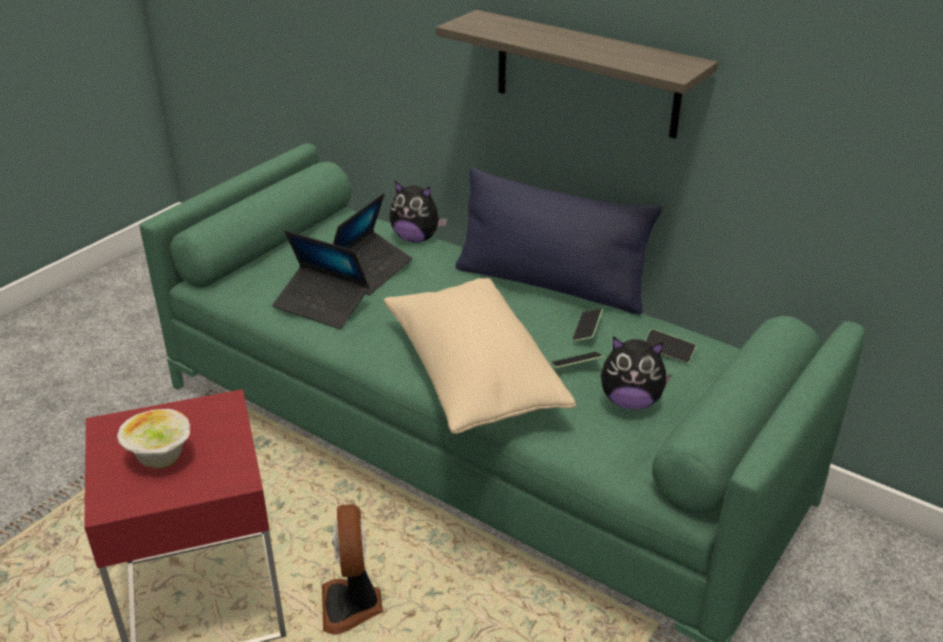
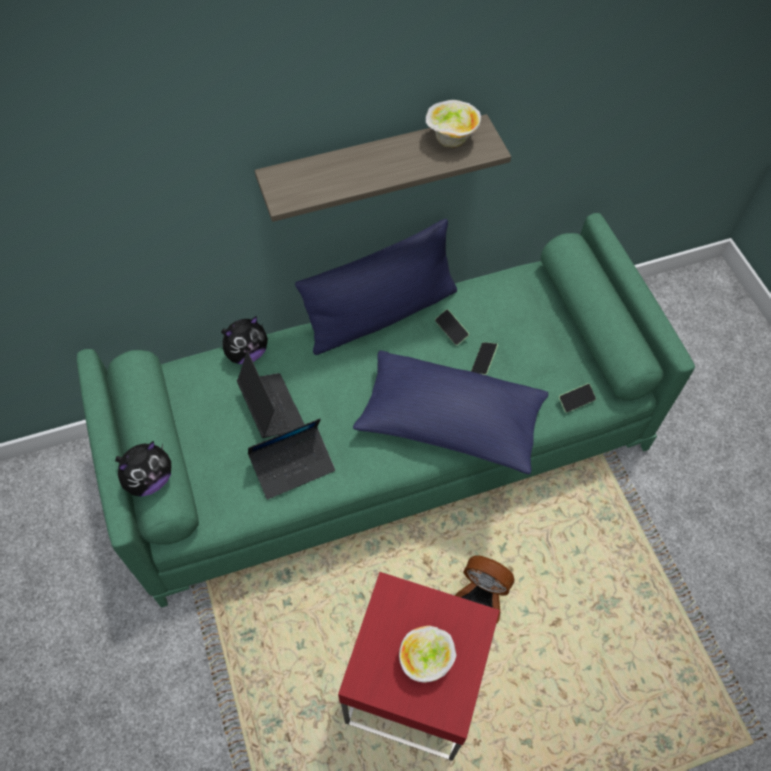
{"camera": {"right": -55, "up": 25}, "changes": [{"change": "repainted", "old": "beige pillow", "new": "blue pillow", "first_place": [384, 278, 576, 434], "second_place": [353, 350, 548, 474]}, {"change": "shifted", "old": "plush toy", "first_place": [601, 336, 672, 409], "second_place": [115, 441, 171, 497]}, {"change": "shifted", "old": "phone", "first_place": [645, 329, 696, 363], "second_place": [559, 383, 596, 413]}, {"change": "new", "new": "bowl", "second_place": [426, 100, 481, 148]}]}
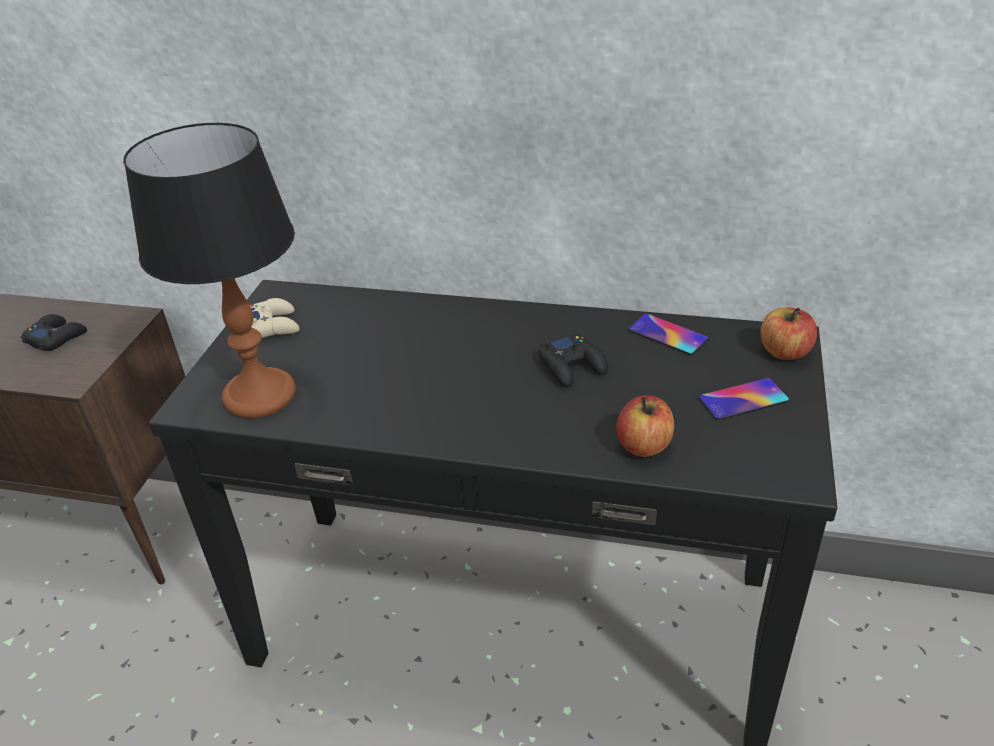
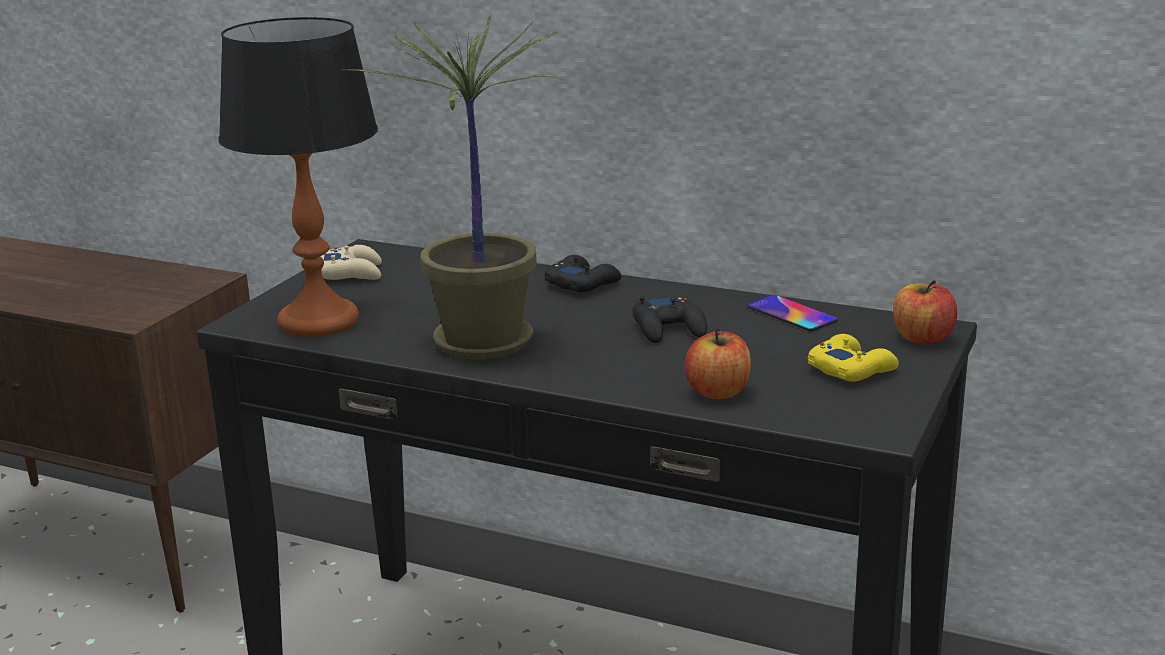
{"camera": {"right": 10, "up": -15}, "changes": [{"change": "shifted", "old": "black game controller", "first_place": [21, 314, 87, 351], "second_place": [544, 255, 621, 292]}, {"change": "swapped", "old": "phone", "new": "yellow game controller", "first_place": [698, 378, 789, 420], "second_place": [808, 334, 899, 382]}, {"change": "new", "new": "potted plant", "second_place": [344, 15, 568, 360]}]}
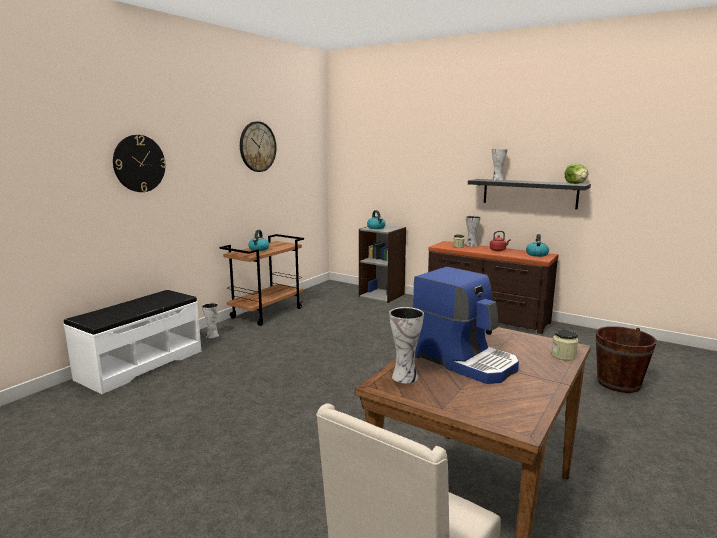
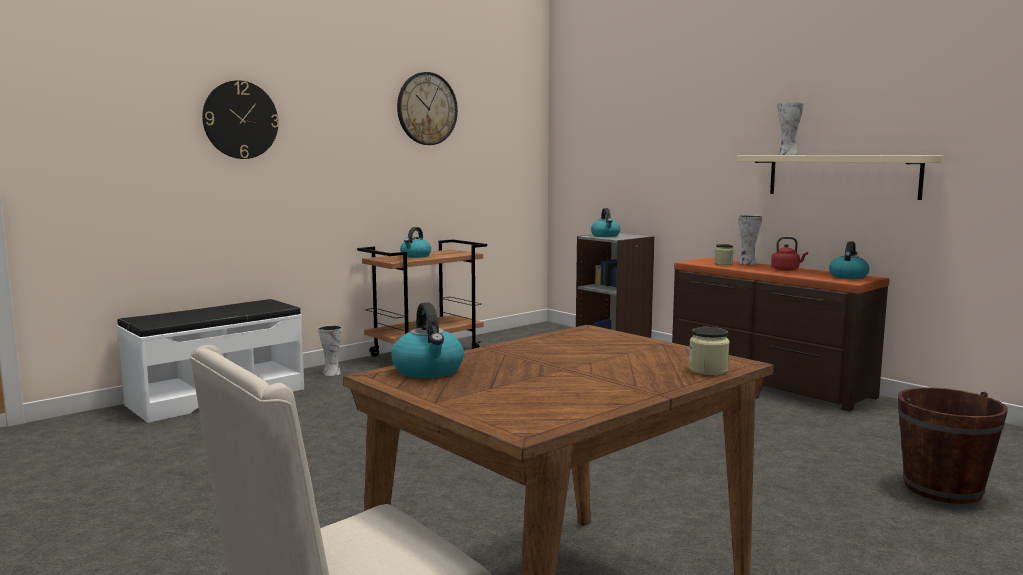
{"camera": {"right": 15, "up": -5}, "changes": [{"change": "swapped", "old": "vase", "new": "kettle", "first_place": [389, 307, 424, 383], "second_place": [391, 302, 464, 378]}, {"change": "gone", "old": "coffee machine", "first_place": [413, 267, 519, 384]}, {"change": "repainted", "old": "black shelf", "new": "beige shelf", "first_place": [468, 179, 591, 209], "second_place": [737, 155, 943, 200]}, {"change": "gone", "old": "lettuce", "first_place": [565, 164, 588, 184]}]}
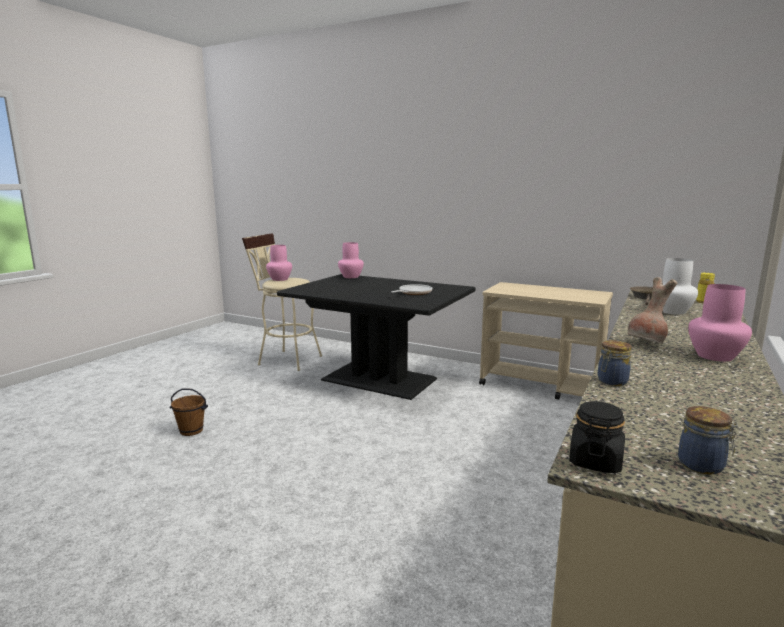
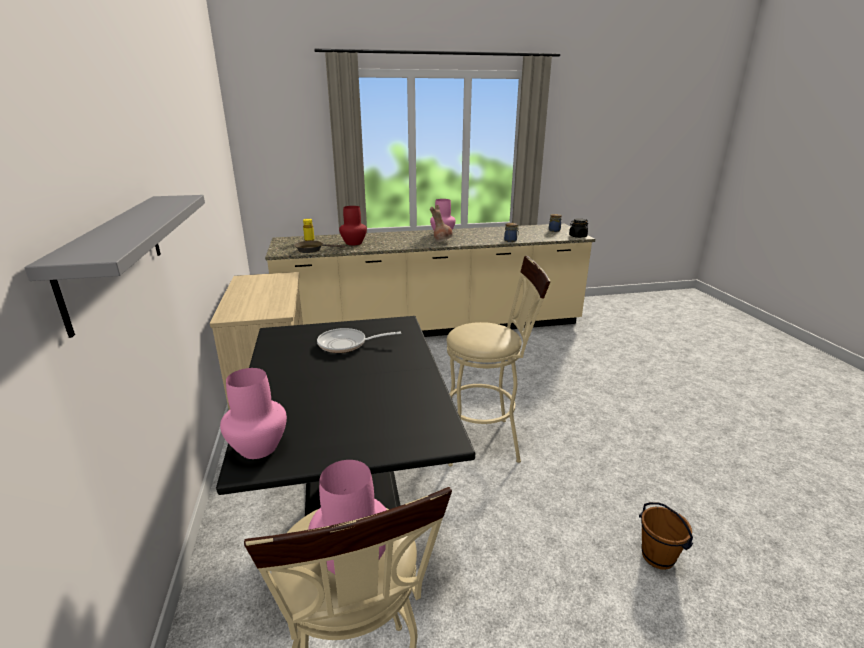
{"camera": {"right": -130, "up": 10}, "changes": [{"change": "repainted", "old": "white vase", "new": "red vase", "first_place": [662, 258, 698, 315], "second_place": [339, 206, 367, 245]}, {"change": "new", "new": "grey shelf", "second_place": [24, 195, 205, 338]}, {"change": "new", "new": "beige stool", "second_place": [447, 256, 551, 467]}]}
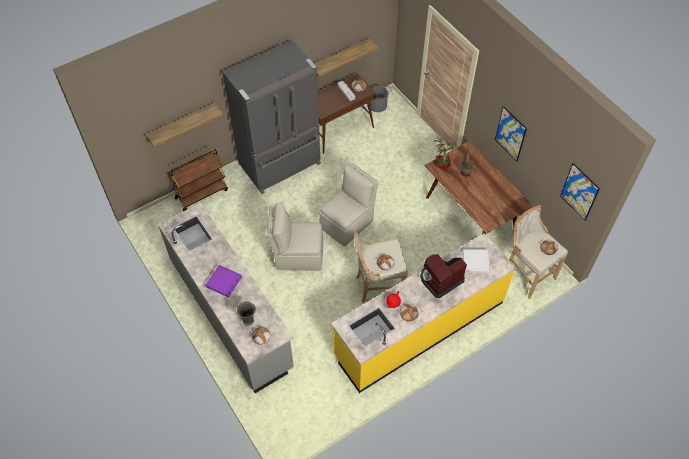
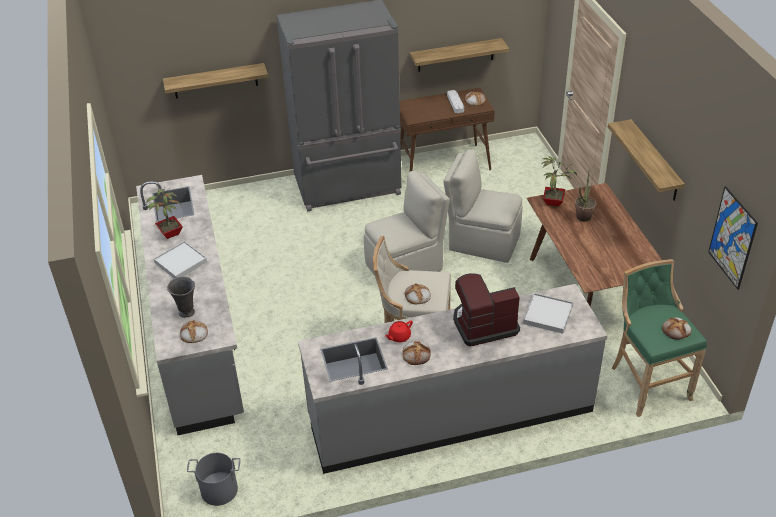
{"camera": {"right": 20, "up": -15}, "changes": [{"change": "gone", "old": "brown cart", "first_place": [169, 149, 228, 211]}, {"change": "repainted", "old": "purple tray", "new": "white tray", "first_place": [205, 265, 242, 297], "second_place": [154, 241, 207, 278]}, {"change": "shifted", "old": "beige chair", "first_place": [267, 203, 323, 271], "second_place": [443, 150, 523, 263]}, {"change": "repainted", "old": "yellow counter", "new": "grey counter", "first_place": [331, 233, 516, 393], "second_place": [298, 284, 608, 474]}, {"change": "shifted", "old": "grey bucket", "first_place": [370, 86, 392, 112], "second_place": [187, 453, 240, 506]}, {"change": "swapped", "old": "picture", "new": "shelf", "first_place": [495, 106, 527, 161], "second_place": [608, 119, 685, 201]}, {"change": "repainted", "old": "beige stool", "new": "green stool", "first_place": [509, 205, 568, 300], "second_place": [611, 259, 707, 417]}, {"change": "new", "new": "potted plant", "second_place": [146, 185, 183, 239]}]}
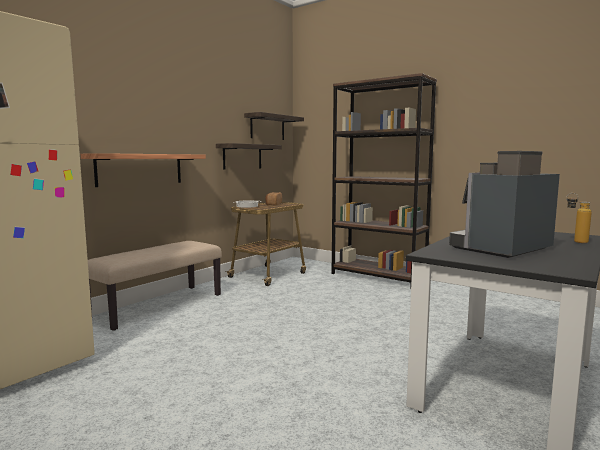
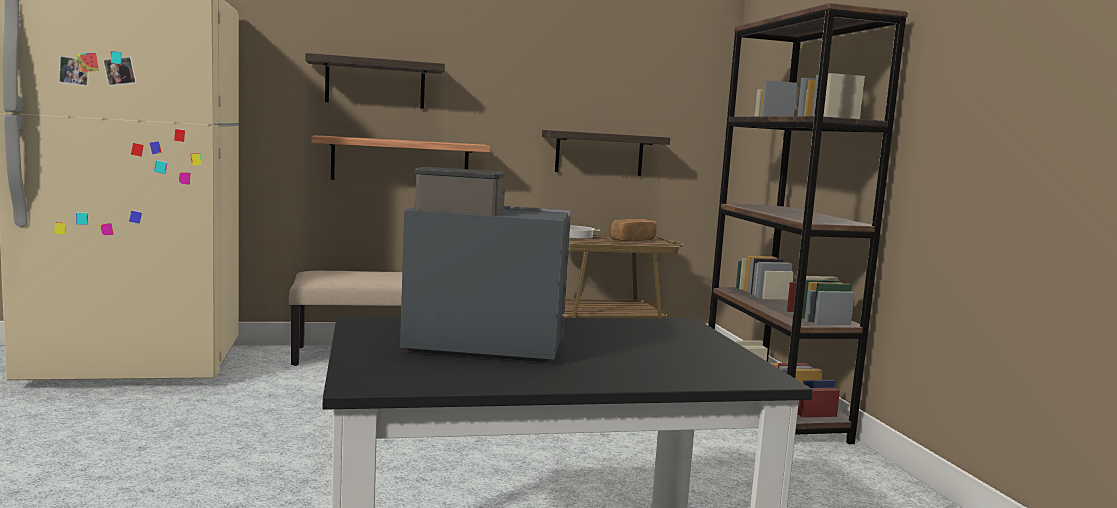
{"camera": {"right": 40, "up": 0}, "changes": [{"change": "shifted", "old": "shelf", "first_place": [244, 112, 304, 140], "second_place": [305, 53, 445, 109]}, {"change": "gone", "old": "bottle", "first_place": [566, 193, 592, 243]}]}
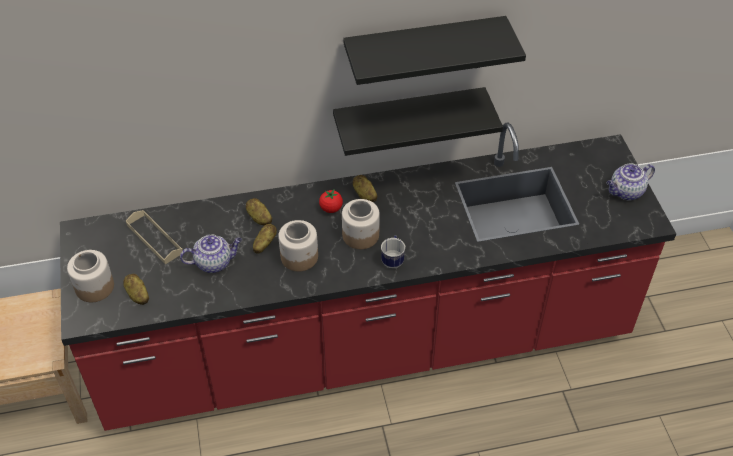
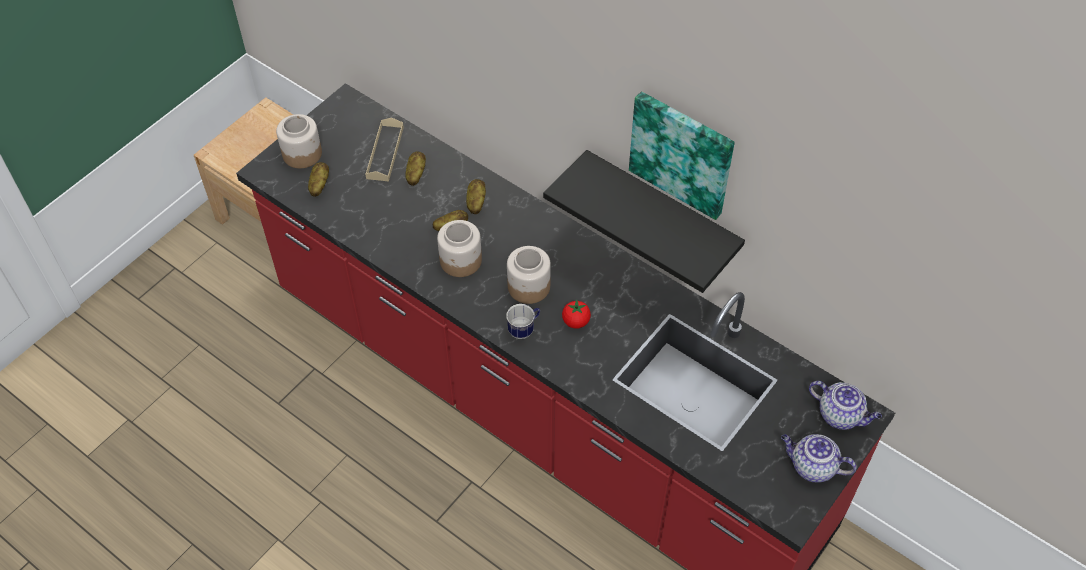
{"camera": {"right": 50, "up": 5}, "changes": [{"change": "shifted", "old": "teapot", "first_place": [180, 235, 242, 273], "second_place": [809, 381, 882, 430]}, {"change": "shifted", "old": "tomato", "first_place": [319, 189, 343, 213], "second_place": [562, 300, 591, 329]}, {"change": "swapped", "old": "black shelf", "new": "picture", "first_place": [343, 16, 526, 85], "second_place": [629, 91, 735, 220]}, {"change": "shifted", "old": "potato", "first_place": [353, 175, 377, 202], "second_place": [405, 151, 426, 186]}]}
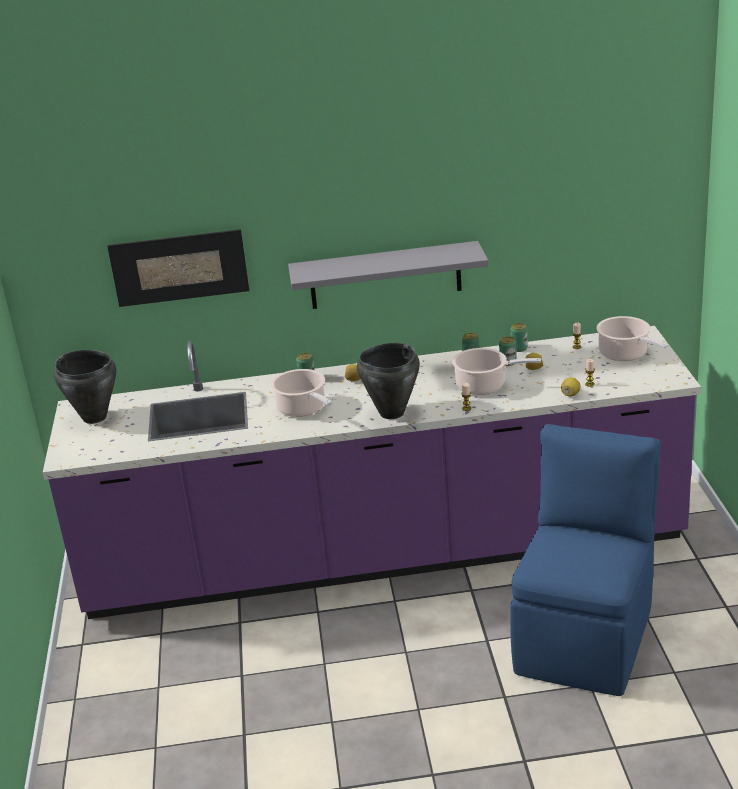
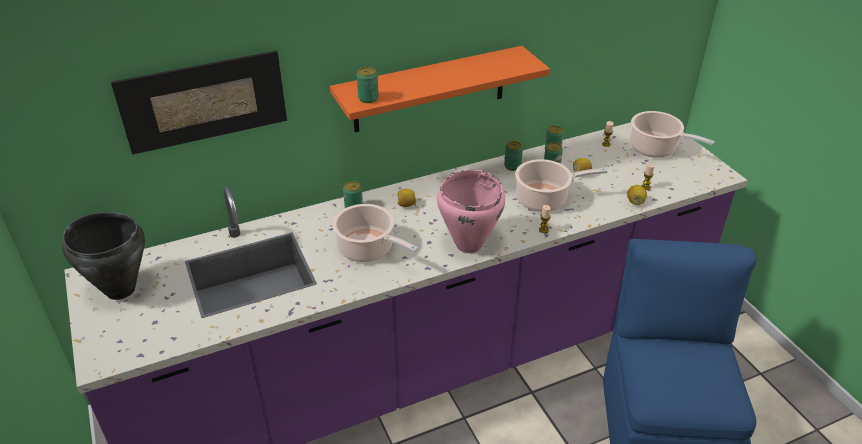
{"camera": {"right": -20, "up": 10}, "changes": [{"change": "repainted", "old": "grey shelf", "new": "orange shelf", "first_place": [288, 241, 489, 309], "second_place": [330, 46, 550, 132]}, {"change": "repainted", "old": "black cooking pot", "new": "pink cooking pot", "first_place": [357, 343, 420, 419], "second_place": [437, 170, 505, 253]}, {"change": "new", "new": "can", "second_place": [357, 67, 379, 103]}]}
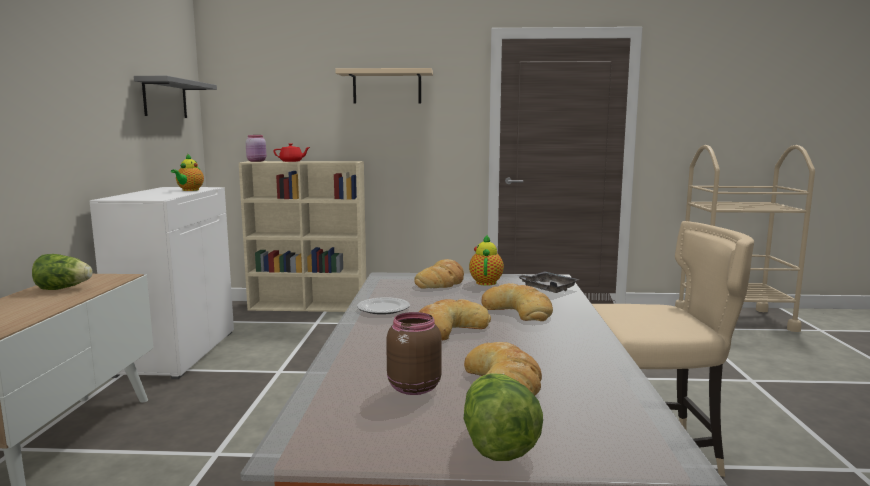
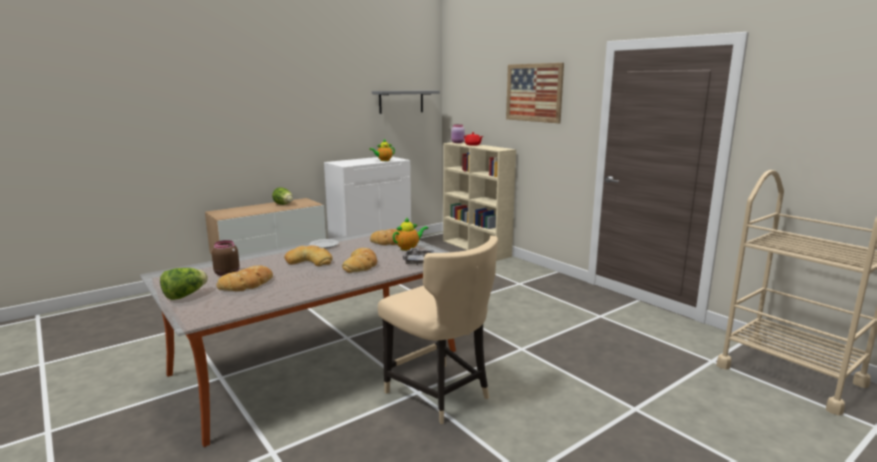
{"camera": {"right": 50, "up": 5}, "changes": [{"change": "swapped", "old": "beige shelf", "new": "picture", "first_place": [335, 68, 433, 104], "second_place": [506, 63, 564, 123]}]}
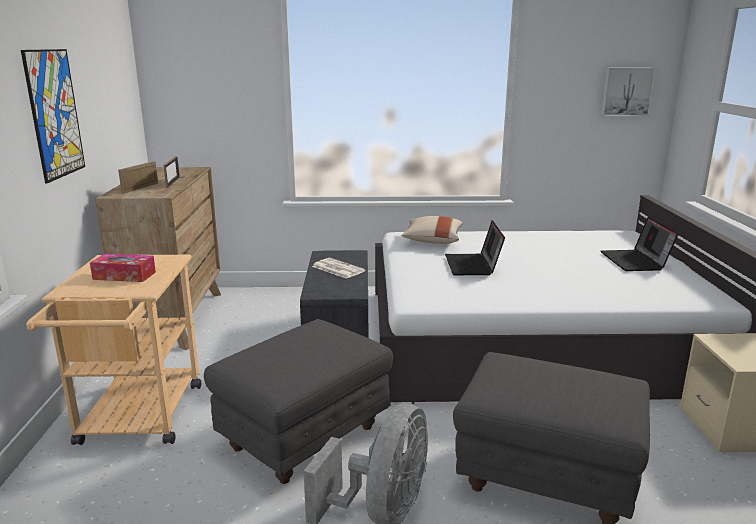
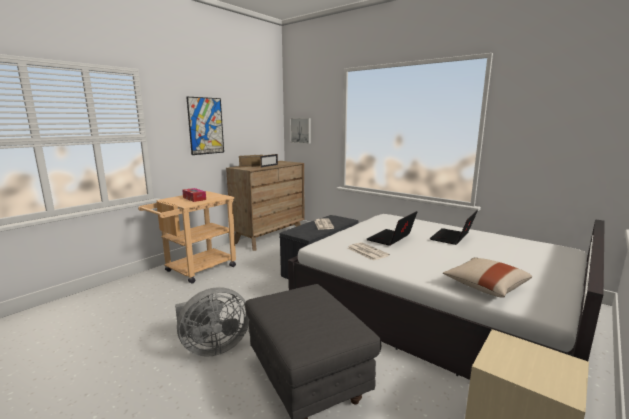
{"camera": {"right": 40, "up": -5}, "changes": [{"change": "gone", "old": "grey ottoman", "first_place": [204, 319, 393, 484]}, {"change": "shifted", "old": "beige pillow", "first_place": [401, 216, 463, 244], "second_place": [443, 258, 532, 298]}, {"change": "shifted", "old": "picture", "first_place": [601, 67, 656, 116], "second_place": [290, 118, 311, 144]}, {"change": "shifted", "old": "laptop", "first_place": [601, 217, 678, 271], "second_place": [429, 210, 478, 245]}, {"change": "new", "new": "newspaper", "second_place": [348, 242, 390, 261]}]}
